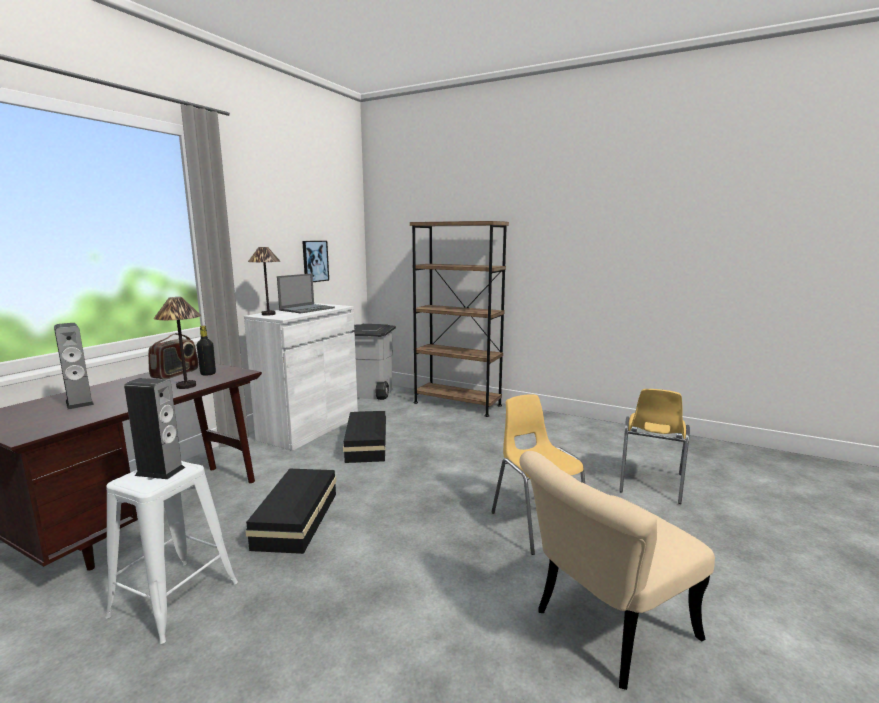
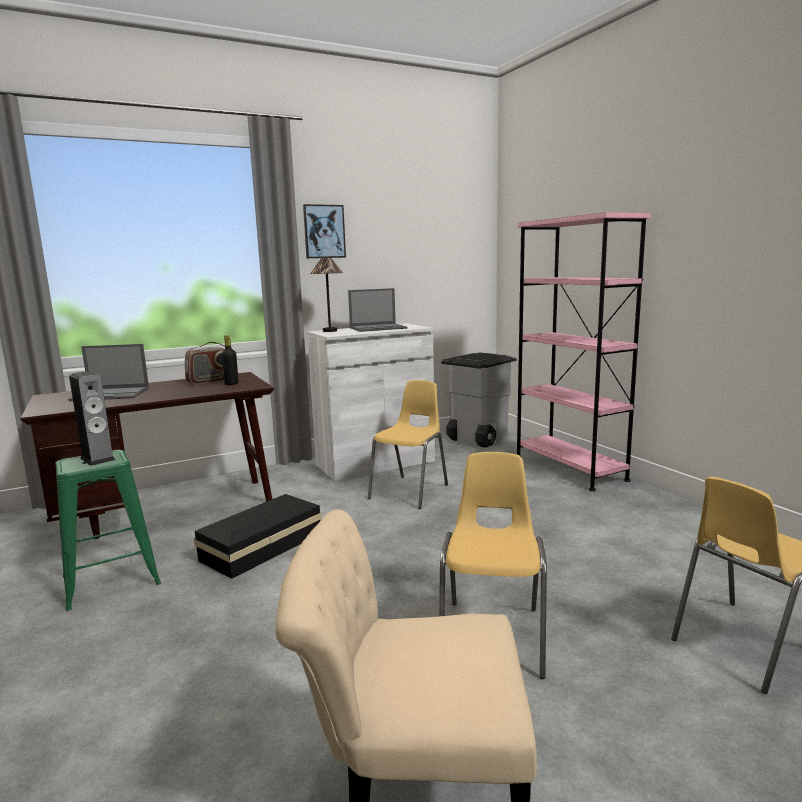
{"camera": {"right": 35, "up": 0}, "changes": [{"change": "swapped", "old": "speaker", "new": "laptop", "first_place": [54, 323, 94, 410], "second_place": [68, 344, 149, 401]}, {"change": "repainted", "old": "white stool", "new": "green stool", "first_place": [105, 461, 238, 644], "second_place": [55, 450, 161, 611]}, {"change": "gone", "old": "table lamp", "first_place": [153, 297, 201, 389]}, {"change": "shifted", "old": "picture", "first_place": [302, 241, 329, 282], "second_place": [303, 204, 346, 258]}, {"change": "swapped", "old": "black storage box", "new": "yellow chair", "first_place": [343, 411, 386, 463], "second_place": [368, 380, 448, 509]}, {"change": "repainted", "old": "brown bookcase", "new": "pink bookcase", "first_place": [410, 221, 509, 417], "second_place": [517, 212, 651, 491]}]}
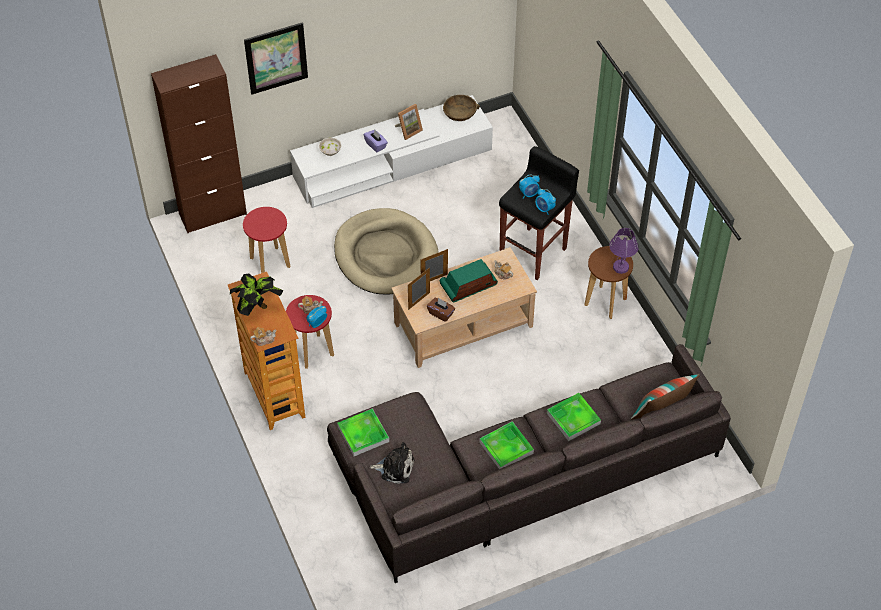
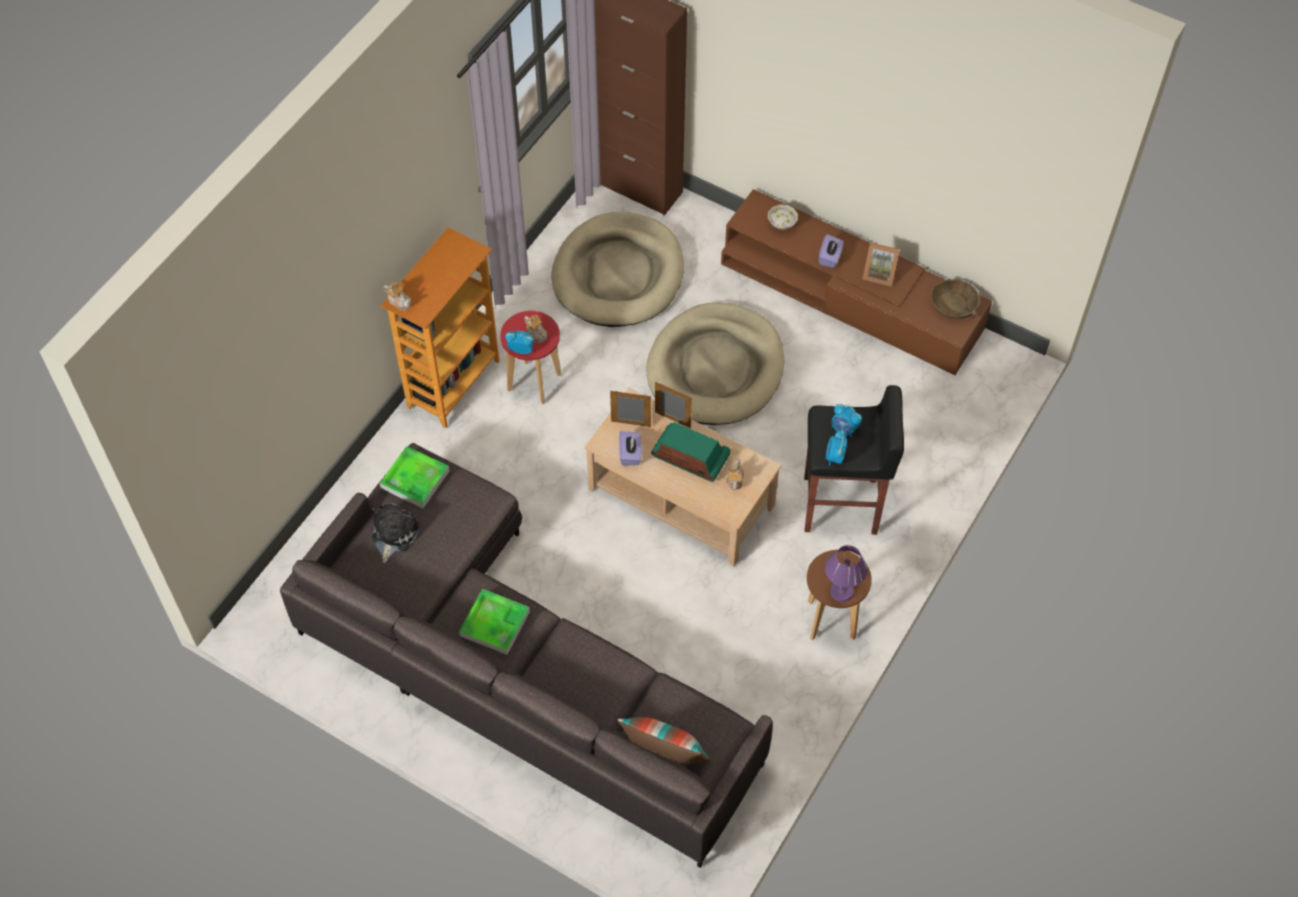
{"camera": {"right": 55, "up": 5}, "changes": [{"change": "gone", "old": "potted plant", "first_place": [230, 273, 284, 316]}, {"change": "swapped", "old": "red stool", "new": "beige dog bed", "first_place": [243, 207, 290, 273], "second_place": [552, 212, 684, 327]}, {"change": "gone", "old": "picture", "first_place": [244, 22, 308, 95]}, {"change": "repainted", "old": "white tv stand", "new": "brown tv stand", "first_place": [290, 95, 493, 208], "second_place": [721, 189, 992, 375]}, {"change": "rotated", "old": "plush toy", "first_place": [370, 442, 414, 484], "second_place": [371, 503, 420, 563], "degrees": -135}, {"change": "repainted", "old": "brown tissue box", "new": "purple tissue box", "first_place": [427, 298, 455, 322], "second_place": [619, 431, 642, 465]}, {"change": "gone", "old": "tray", "first_place": [547, 393, 601, 441]}]}
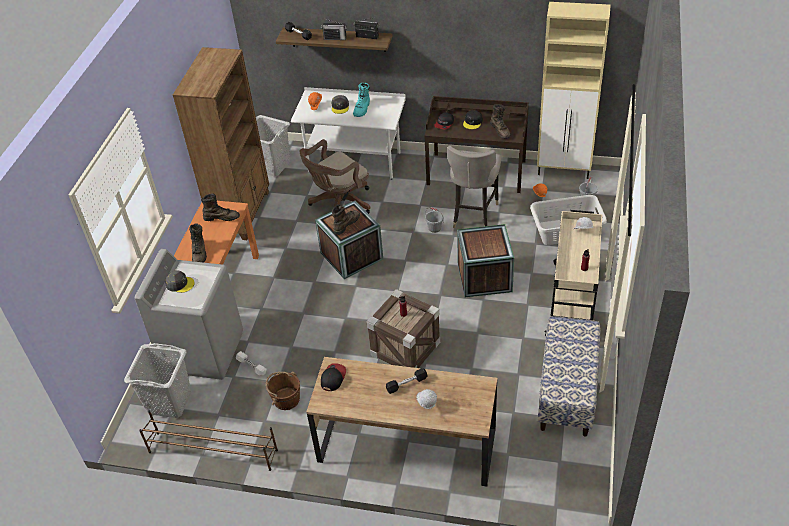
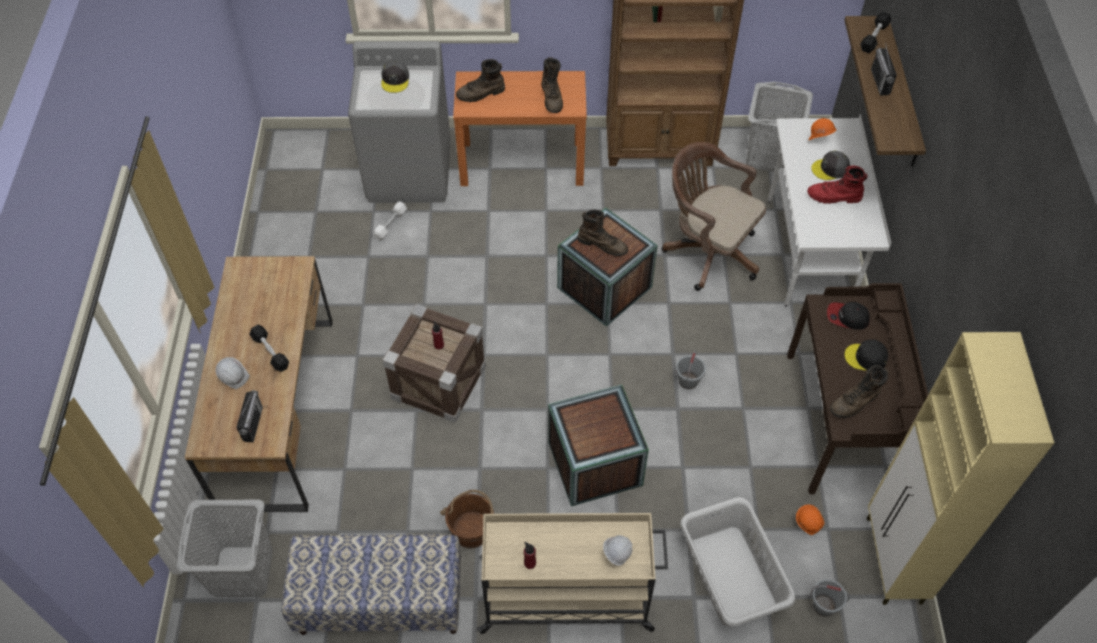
{"camera": {"right": 75, "up": 10}, "changes": [{"change": "shifted", "old": "grey laundry basket", "first_place": [124, 343, 191, 418], "second_place": [176, 500, 273, 597]}, {"change": "gone", "old": "brown shoe rack", "first_place": [139, 410, 278, 471]}, {"change": "shifted", "old": "brown bucket", "first_place": [266, 372, 300, 410], "second_place": [440, 490, 494, 548]}, {"change": "gone", "old": "cap", "first_place": [321, 363, 346, 391]}, {"change": "repainted", "old": "turquoise boot", "new": "red boot", "first_place": [353, 83, 370, 117], "second_place": [807, 166, 867, 204]}, {"change": "shifted", "old": "radio", "first_place": [354, 17, 379, 39], "second_place": [237, 390, 263, 442]}, {"change": "gone", "old": "grey stool", "first_place": [447, 146, 501, 228]}]}
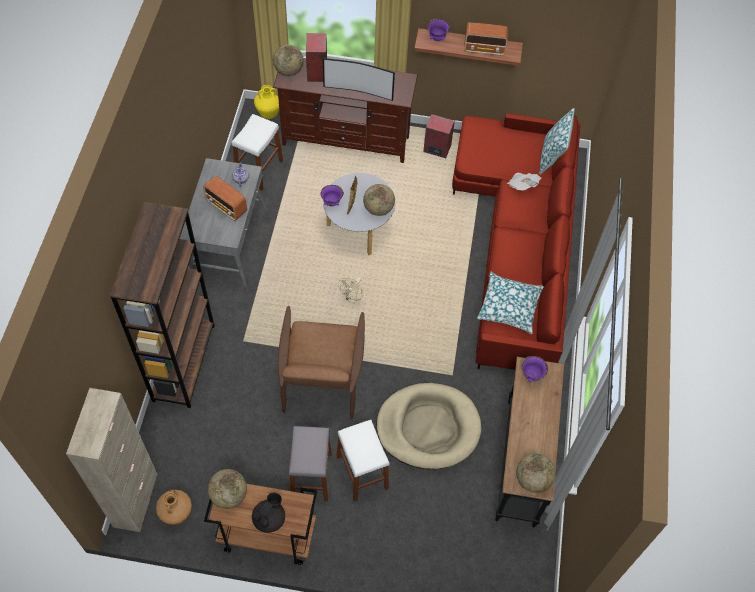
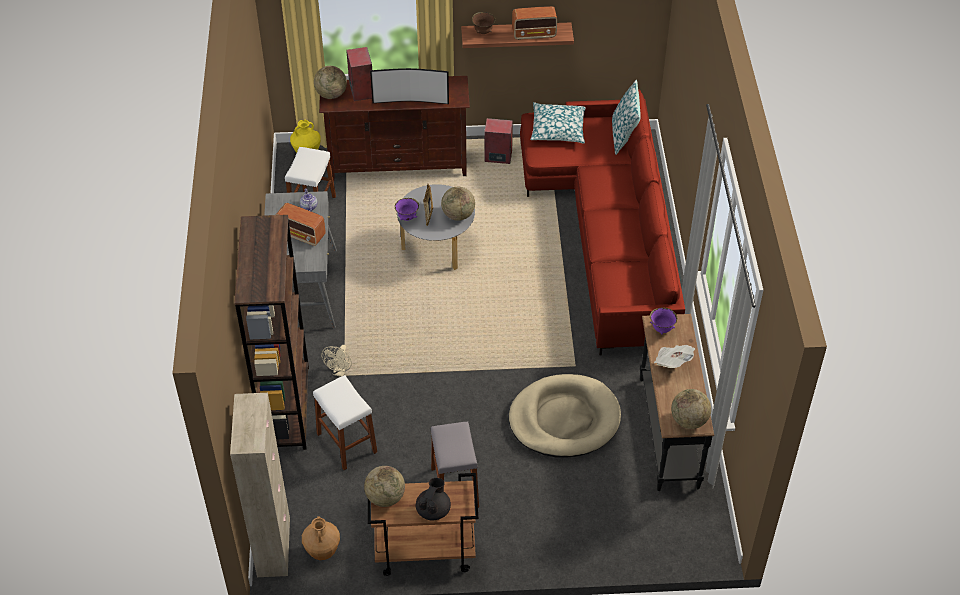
{"camera": {"right": -10, "up": -10}, "changes": [{"change": "gone", "old": "brown armchair", "first_place": [278, 306, 365, 419]}, {"change": "shifted", "old": "white stool", "first_place": [336, 420, 390, 501], "second_place": [313, 375, 377, 470]}, {"change": "shifted", "old": "beige fan", "first_place": [338, 276, 363, 304], "second_place": [321, 345, 352, 377]}, {"change": "repainted", "old": "purple bowl", "new": "brown bowl", "first_place": [427, 19, 450, 41], "second_place": [472, 12, 495, 34]}, {"change": "shifted", "old": "pillow", "first_place": [477, 271, 544, 334], "second_place": [531, 102, 586, 144]}, {"change": "shifted", "old": "newspaper", "first_place": [507, 173, 542, 190], "second_place": [654, 345, 695, 368]}]}
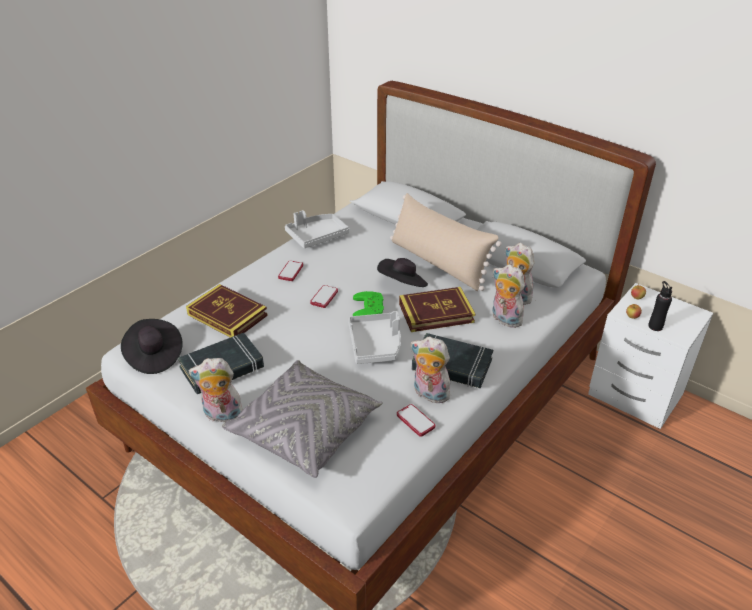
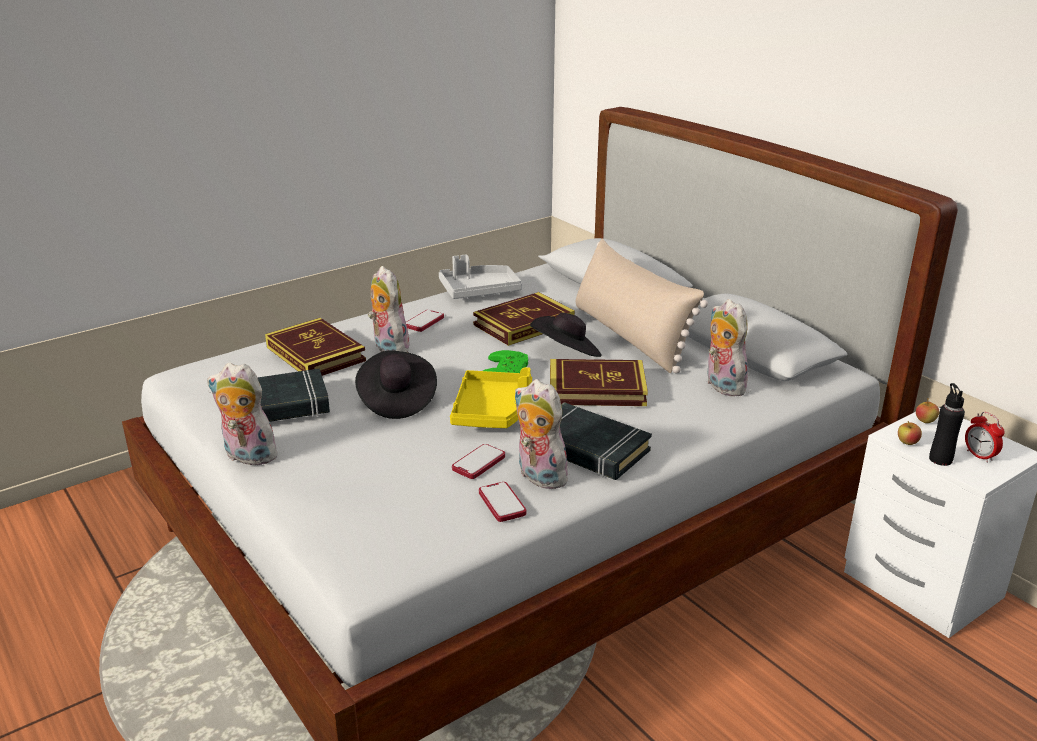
{"camera": {"right": 15, "up": -10}, "changes": [{"change": "shifted", "old": "black hat", "first_place": [121, 319, 183, 374], "second_place": [355, 350, 437, 419]}, {"change": "gone", "old": "grey pillow", "first_place": [222, 360, 383, 478]}, {"change": "shifted", "old": "phone", "first_place": [310, 285, 338, 308], "second_place": [452, 444, 505, 479]}, {"change": "repainted", "old": "grey tray", "new": "yellow tray", "first_place": [348, 311, 401, 364], "second_place": [450, 367, 532, 428]}, {"change": "shifted", "old": "plush toy", "first_place": [492, 264, 527, 328], "second_place": [368, 266, 409, 352]}, {"change": "new", "new": "book", "second_place": [473, 292, 575, 346]}, {"change": "new", "new": "alarm clock", "second_place": [965, 412, 1005, 463]}]}
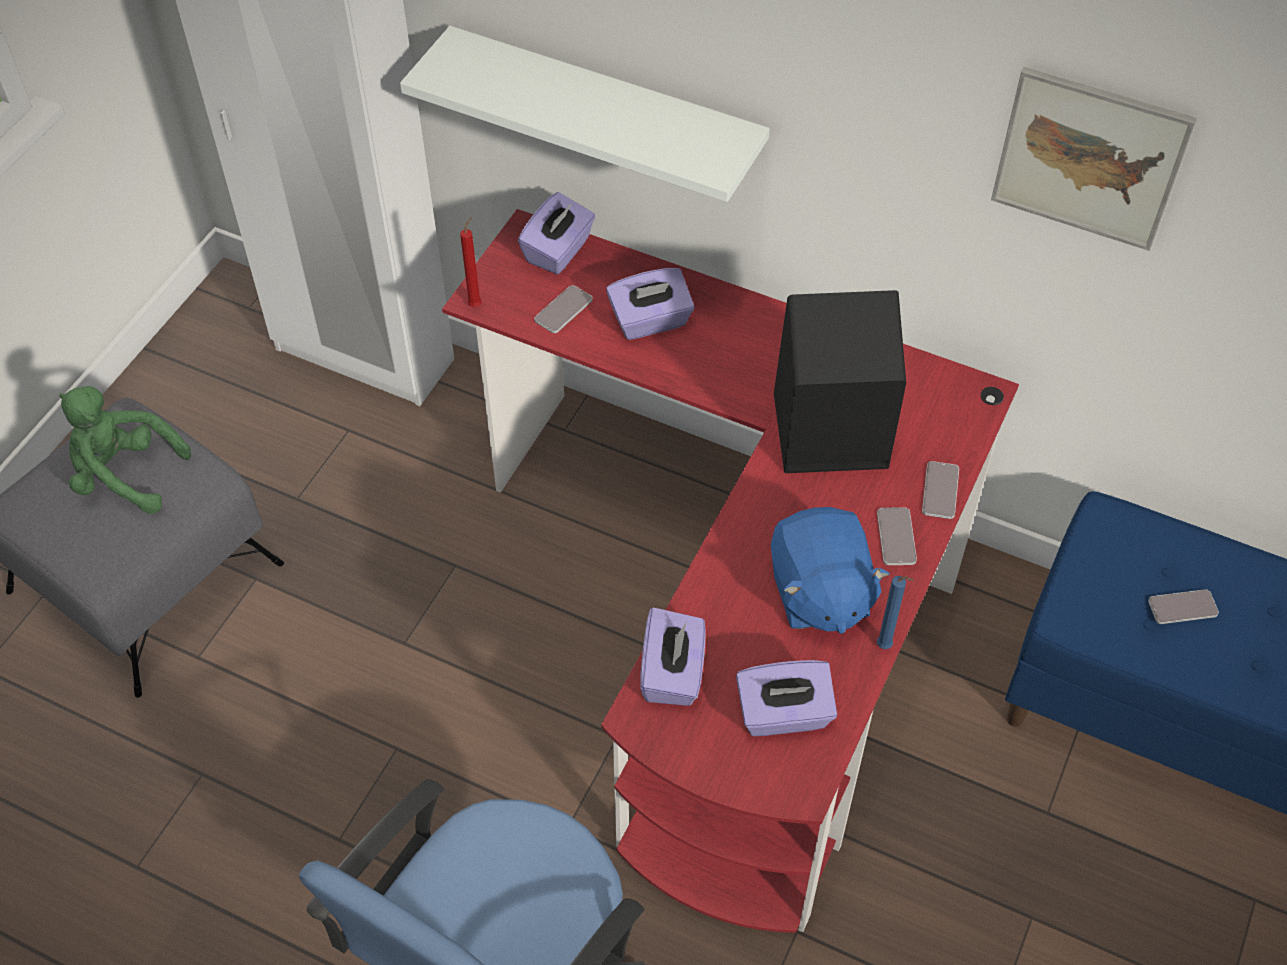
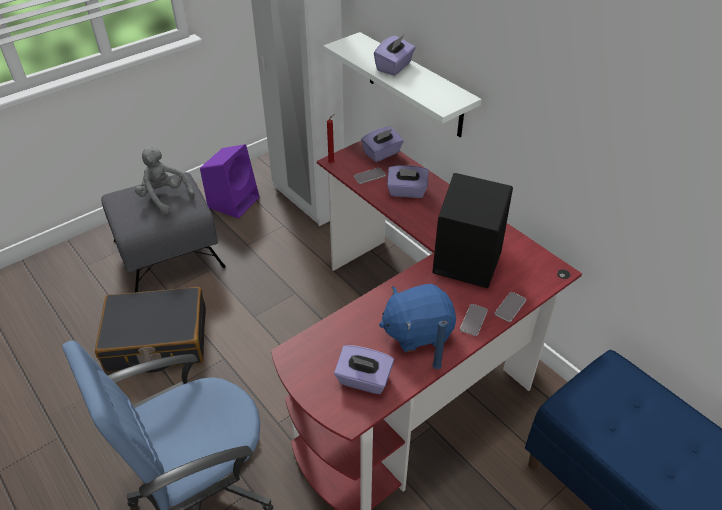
{"camera": {"right": 25, "up": -10}, "changes": [{"change": "repainted", "old": "green plush toy", "new": "grey plush toy", "first_place": [59, 386, 191, 514], "second_place": [135, 147, 195, 214]}, {"change": "shifted", "old": "purple tissue box", "first_place": [640, 607, 706, 706], "second_place": [374, 35, 416, 76]}, {"change": "rotated", "old": "blue plush toy", "first_place": [771, 507, 890, 634], "second_place": [379, 284, 456, 352], "degrees": 60}, {"change": "gone", "old": "picture", "first_place": [991, 67, 1197, 251]}, {"change": "gone", "old": "phone", "first_place": [1148, 589, 1219, 624]}, {"change": "new", "new": "black suitcase", "second_place": [95, 287, 206, 372]}, {"change": "new", "new": "purple speaker", "second_place": [200, 144, 260, 219]}]}
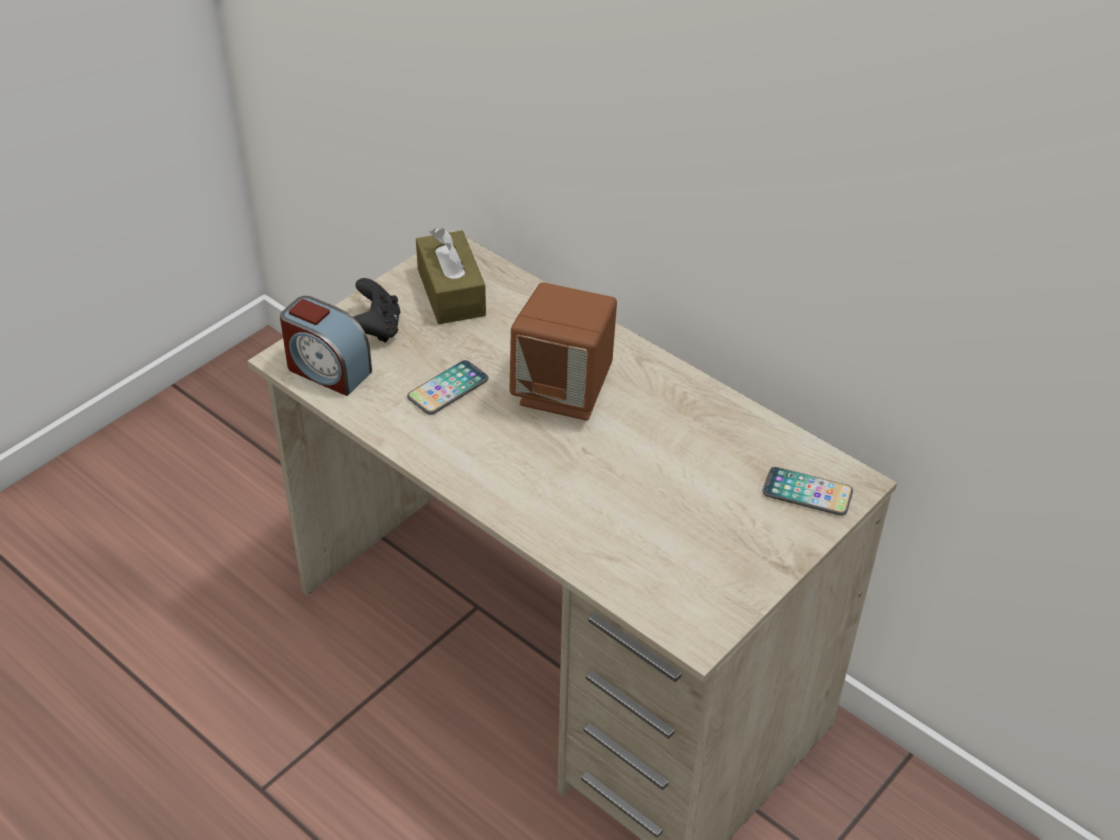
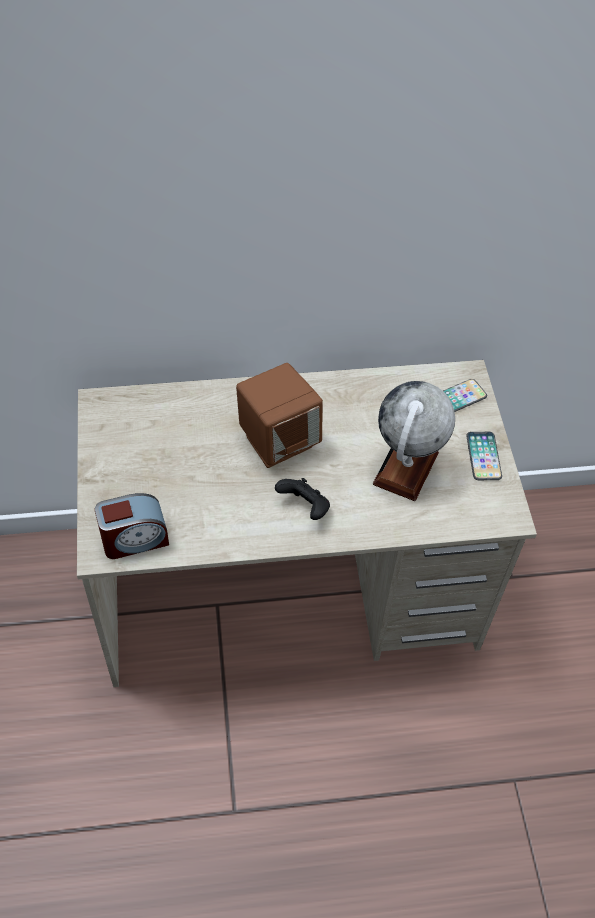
{"camera": {"right": -50, "up": 10}, "changes": [{"change": "shifted", "old": "black game controller", "first_place": [353, 278, 400, 343], "second_place": [275, 478, 330, 520]}, {"change": "shifted", "old": "phone", "first_place": [407, 360, 488, 415], "second_place": [466, 432, 502, 480]}, {"change": "gone", "old": "brown tissue box", "first_place": [416, 228, 486, 324]}, {"change": "new", "new": "globe", "second_place": [373, 381, 455, 501]}]}
